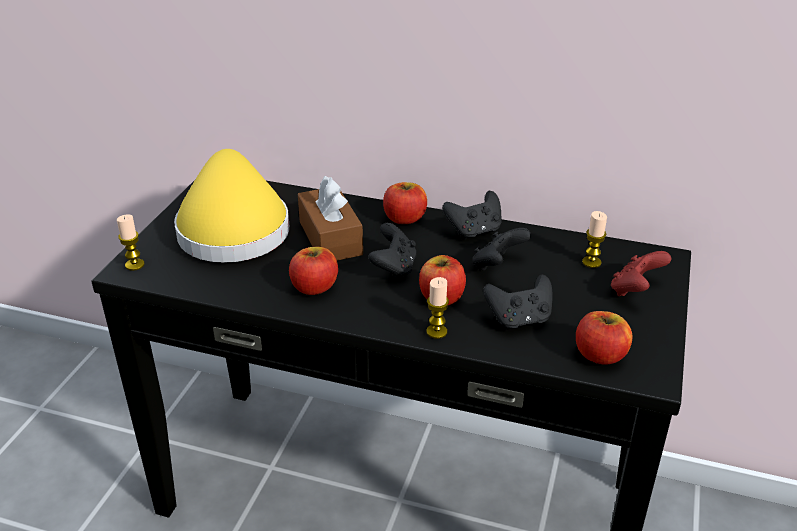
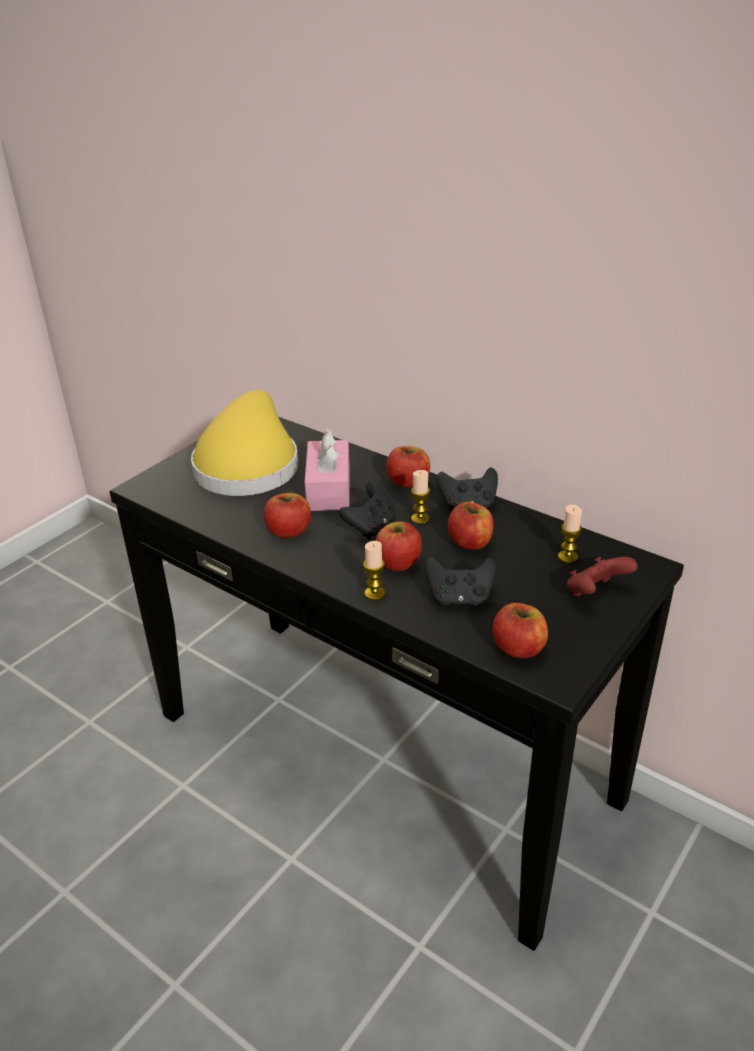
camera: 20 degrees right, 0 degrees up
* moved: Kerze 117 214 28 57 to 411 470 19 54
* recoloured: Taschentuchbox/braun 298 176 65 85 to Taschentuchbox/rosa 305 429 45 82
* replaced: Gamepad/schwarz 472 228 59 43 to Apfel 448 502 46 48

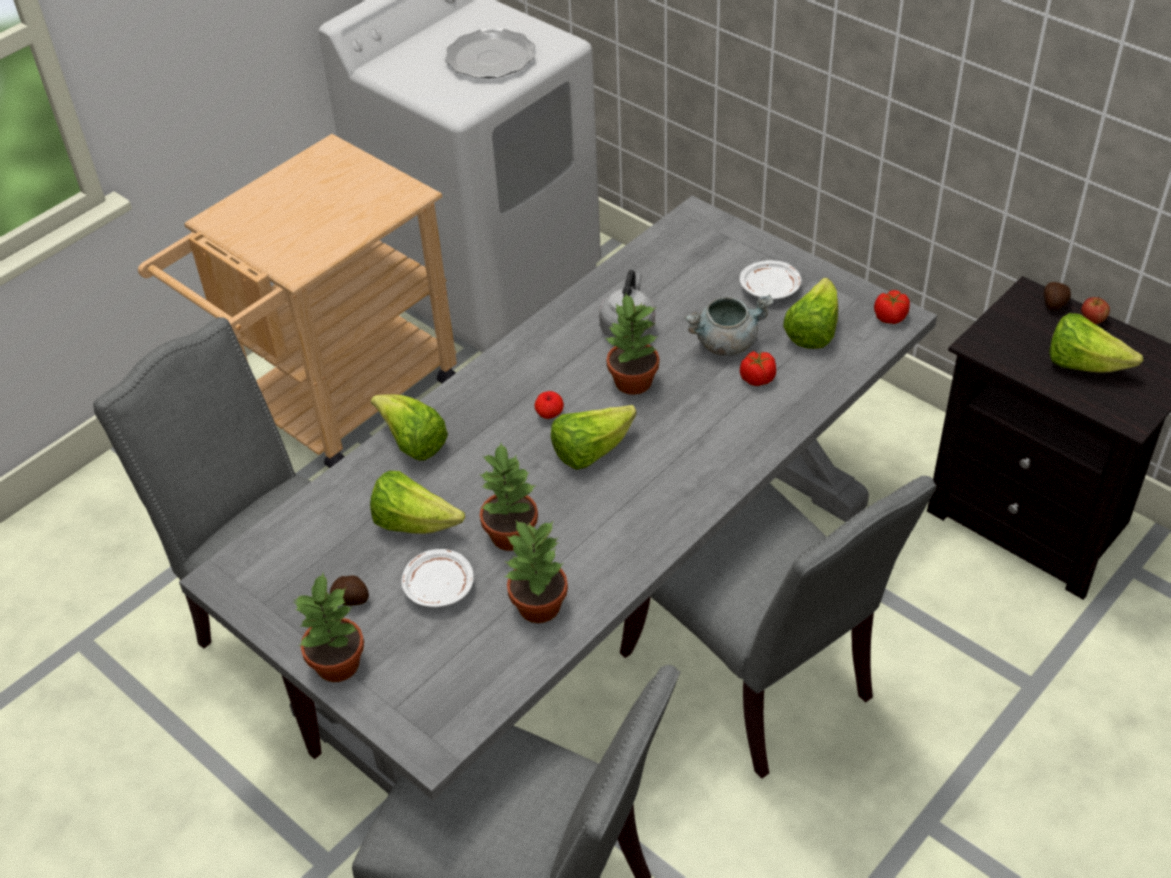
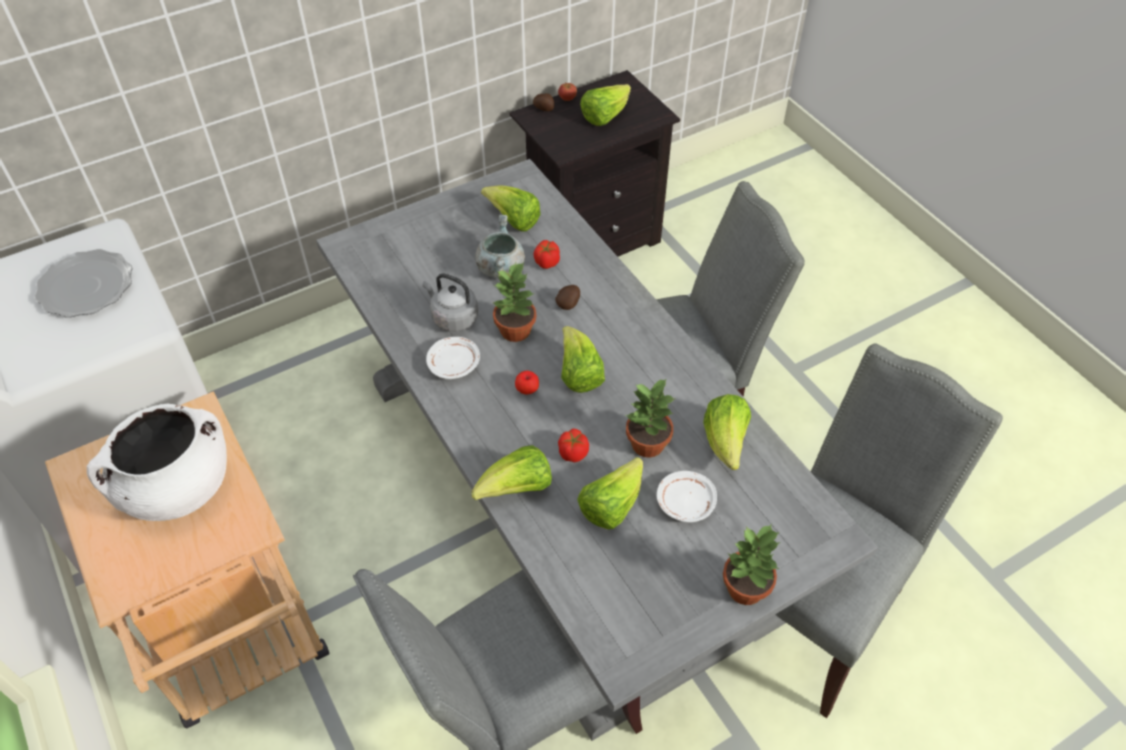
camera: 75 degrees left, 5 degrees up
* moved: Kartoffel 330 575 39 31 to 555 285 25 25
* replaced: Topfpflanze 504 521 64 102 to Salatkopf 703 394 48 76
* moved: Teller/weiß 740 260 61 39 to 426 337 54 42
* moved: Tomate 874 290 36 34 to 558 429 31 34
* added: Kochtopf/weiß 87 404 140 117

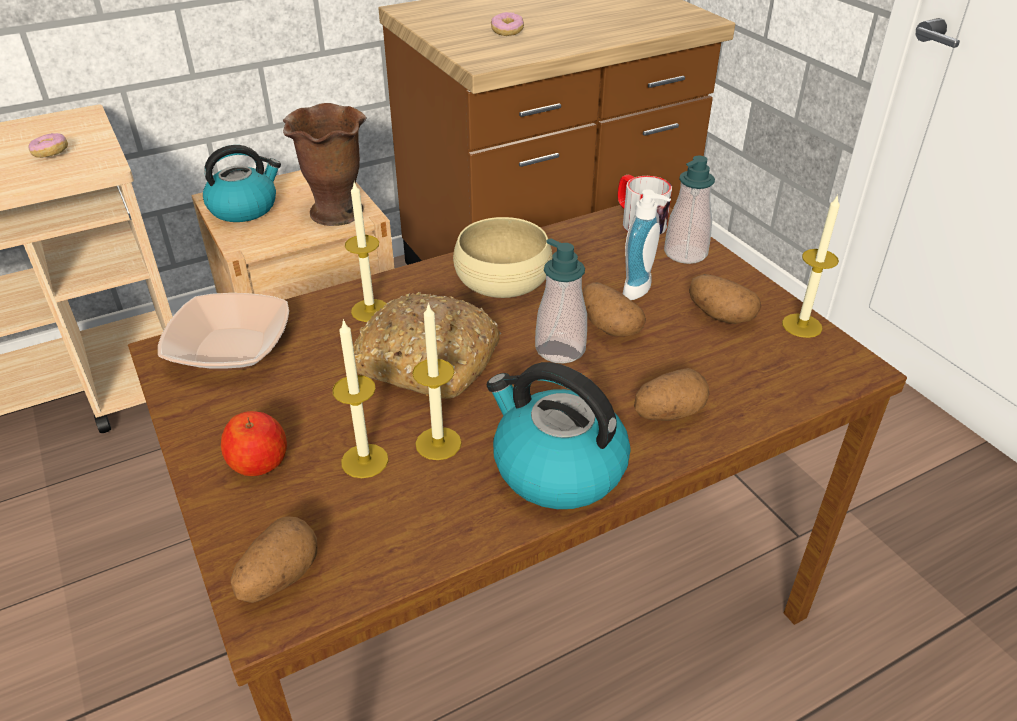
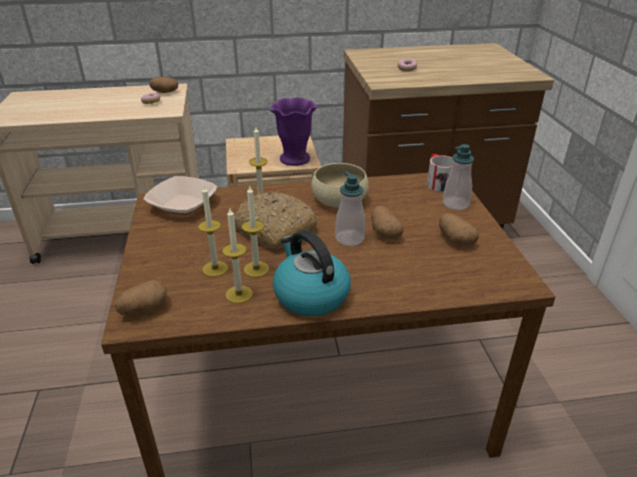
camera: 20 degrees right, 5 degrees down
* removed: Wasserkessel 203 145 78 77
* removed: Apfel 221 411 66 65
* recoloured: Vase/braun 283 103 84 123 to Vase/lila 270 97 47 69
* removed: Seifenspender 623 189 48 111
* moved: Kartoffel 634 368 75 53 to 149 77 29 16
* moved: Kerze 782 194 58 144 to 222 208 31 95

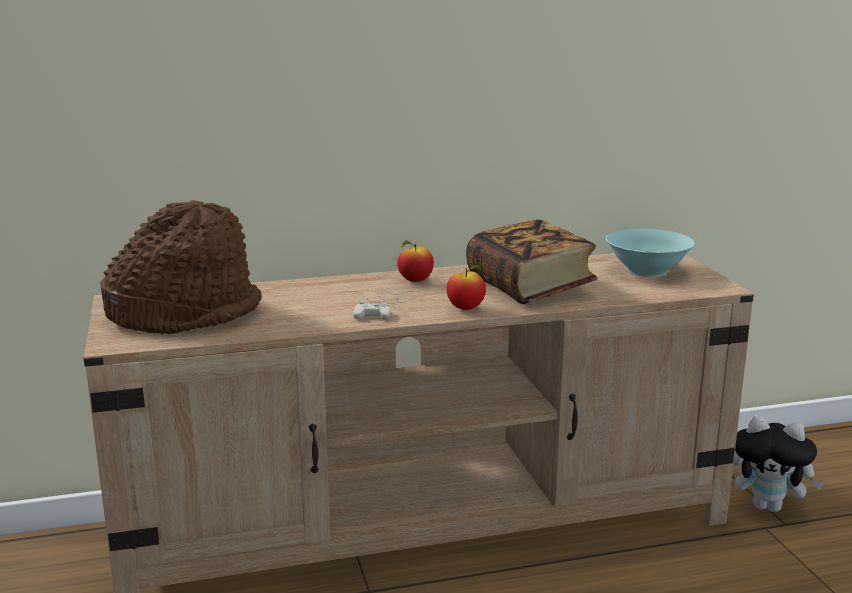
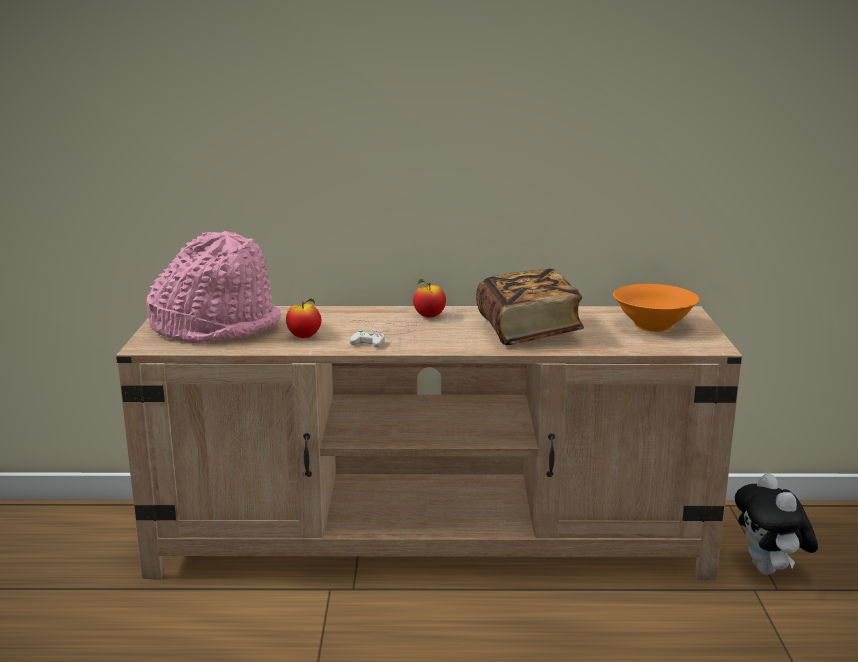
camera: 15 degrees right, 0 degrees up
* recoloured: Hut/braun 100 200 162 134 to Hut/rosa 146 231 135 112
* moved: Apfel 447 265 39 45 to 286 299 36 39
* recoloured: Schüssel/türkis 606 228 89 49 to Schüssel/orange 613 284 86 48
* turned: Plüschtier 733 416 92 96 = 735 473 83 102 45 degrees clockwise

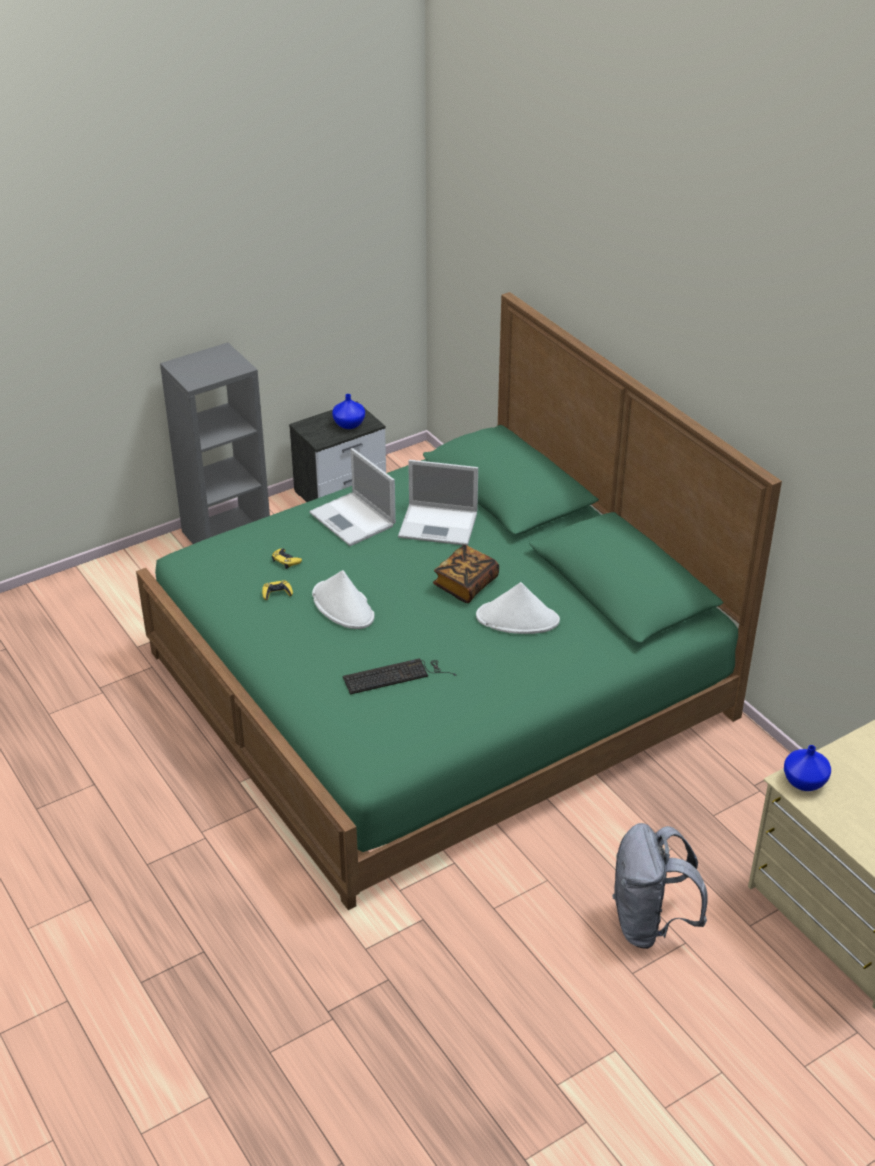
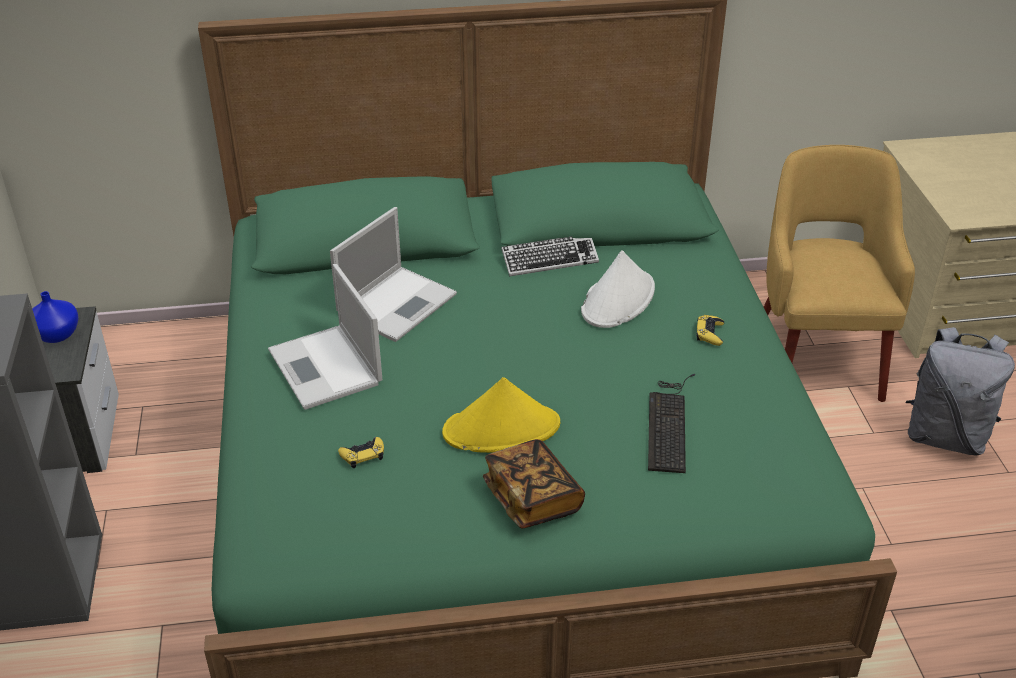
camera: 65 degrees left, 0 degrees up
* moved: Gamepad/gelb 262 580 31 20 to 696 315 28 31
* turned: Laptop 309 448 87 98 = 268 264 114 146 75 degrees clockwise
* recoloured: Hut/weiß 312 570 62 59 to Hut/gelb 442 377 118 76
* moved: Buch 433 545 66 58 to 483 439 102 90
* removed: Vase/blau 784 745 47 46
* added: Tastatur 501 237 98 40
* added: Sessel/gelb 764 145 151 257

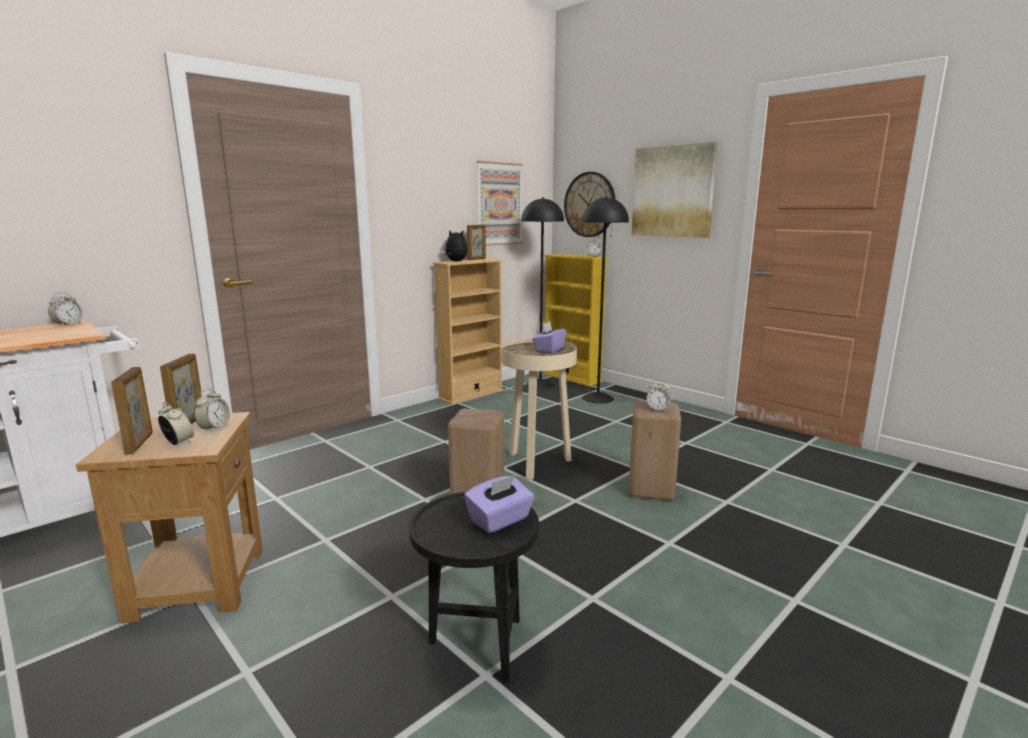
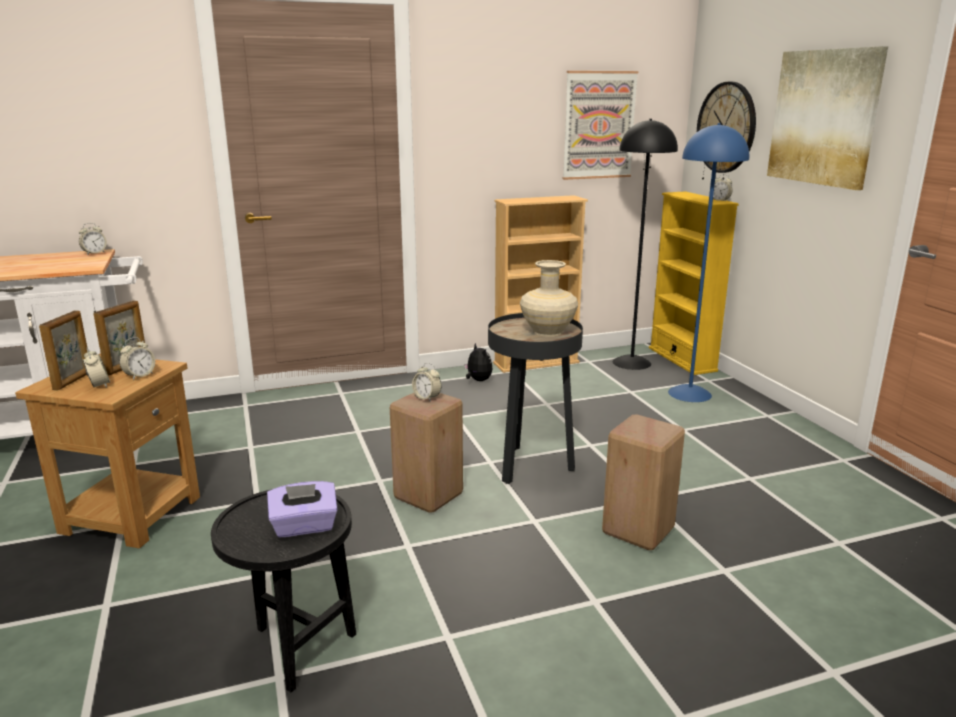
camera: 25 degrees right, 5 degrees up
* moved: Plüschtier 441 231 27 30 to 464 343 29 38
* removed: Bilderrahmen 467 225 19 35
* recoloured: Beistelltisch/beige 501 339 76 141 to Beistelltisch/schwarz 488 313 95 171
* replaced: Taschentuchbox/lila 532 321 34 33 to Vase/beige 520 260 58 77
* recoloured: Stehlampe/schwarz 582 196 47 208 to Stehlampe/blau 668 123 81 279
* moved: Wecker 647 379 24 31 to 412 363 29 39

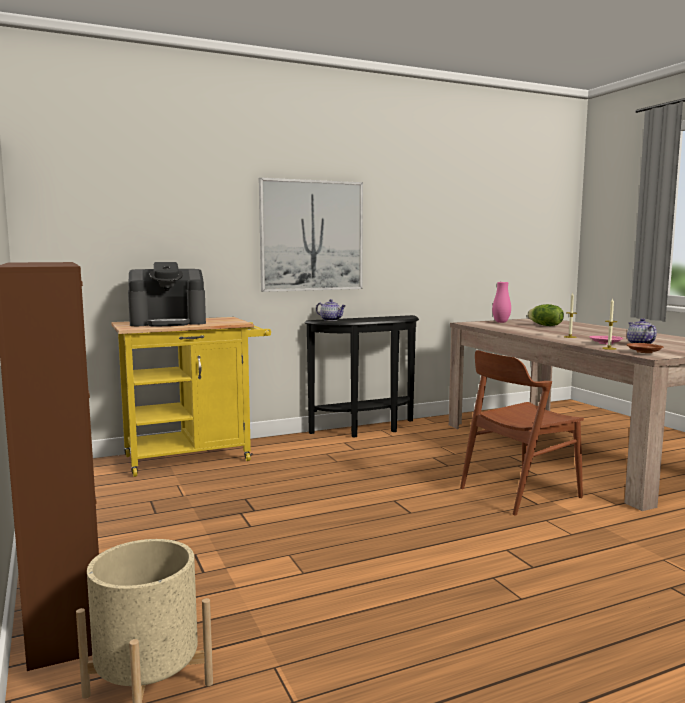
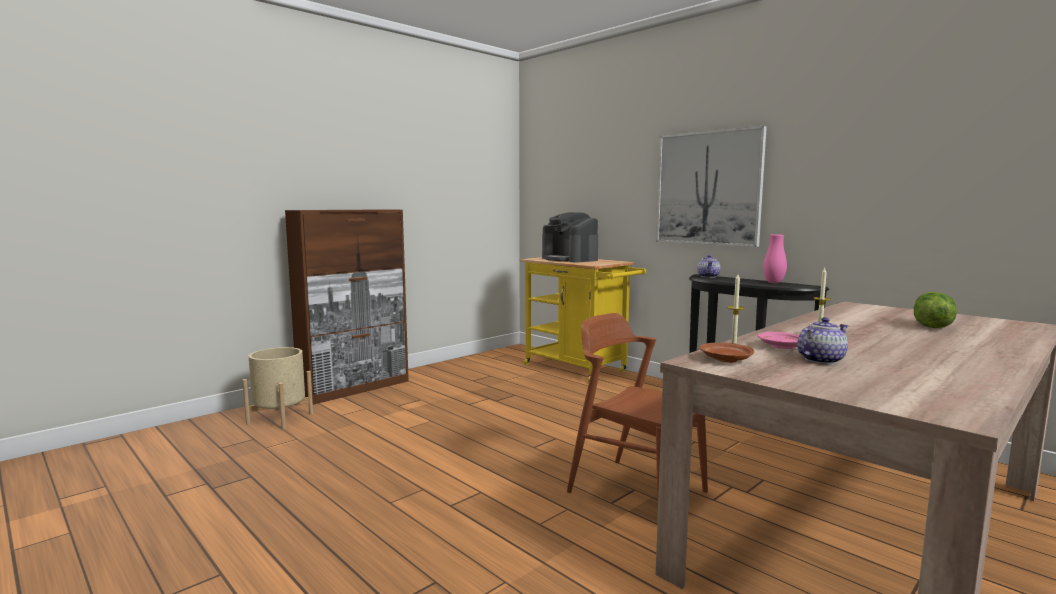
camera: 70 degrees right, 0 degrees up
* moved: Vase/rosa 492 282 19 41 to 763 234 24 49

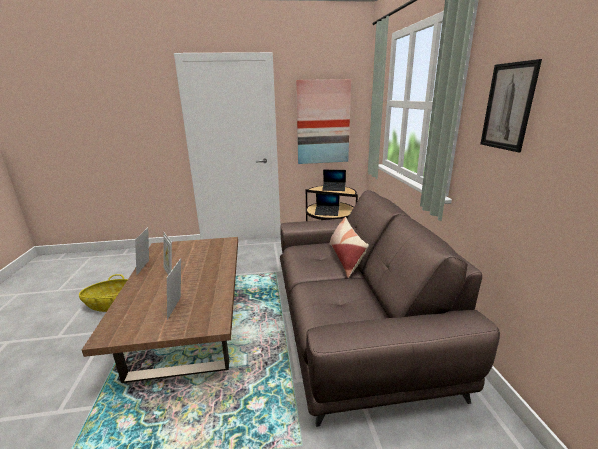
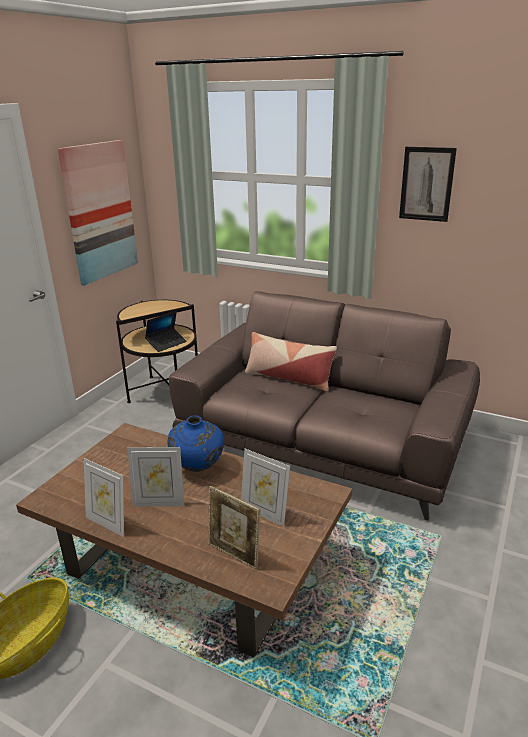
camera: 55 degrees left, 5 degrees up
* removed: Laptop 322 170 24 21
* added: Vase/blau 167 415 57 57
* added: Bilderrahmen 209 486 52 84

